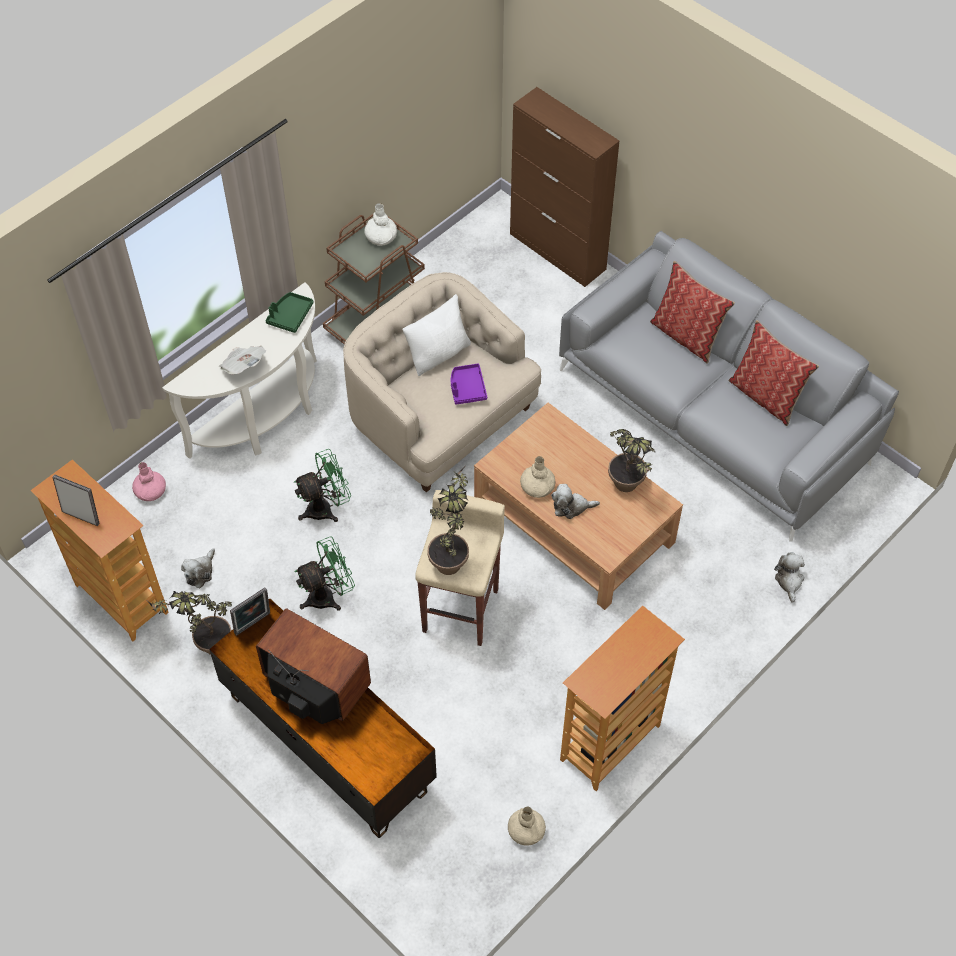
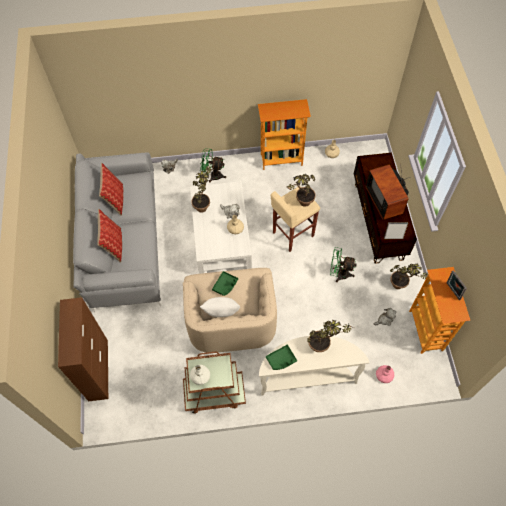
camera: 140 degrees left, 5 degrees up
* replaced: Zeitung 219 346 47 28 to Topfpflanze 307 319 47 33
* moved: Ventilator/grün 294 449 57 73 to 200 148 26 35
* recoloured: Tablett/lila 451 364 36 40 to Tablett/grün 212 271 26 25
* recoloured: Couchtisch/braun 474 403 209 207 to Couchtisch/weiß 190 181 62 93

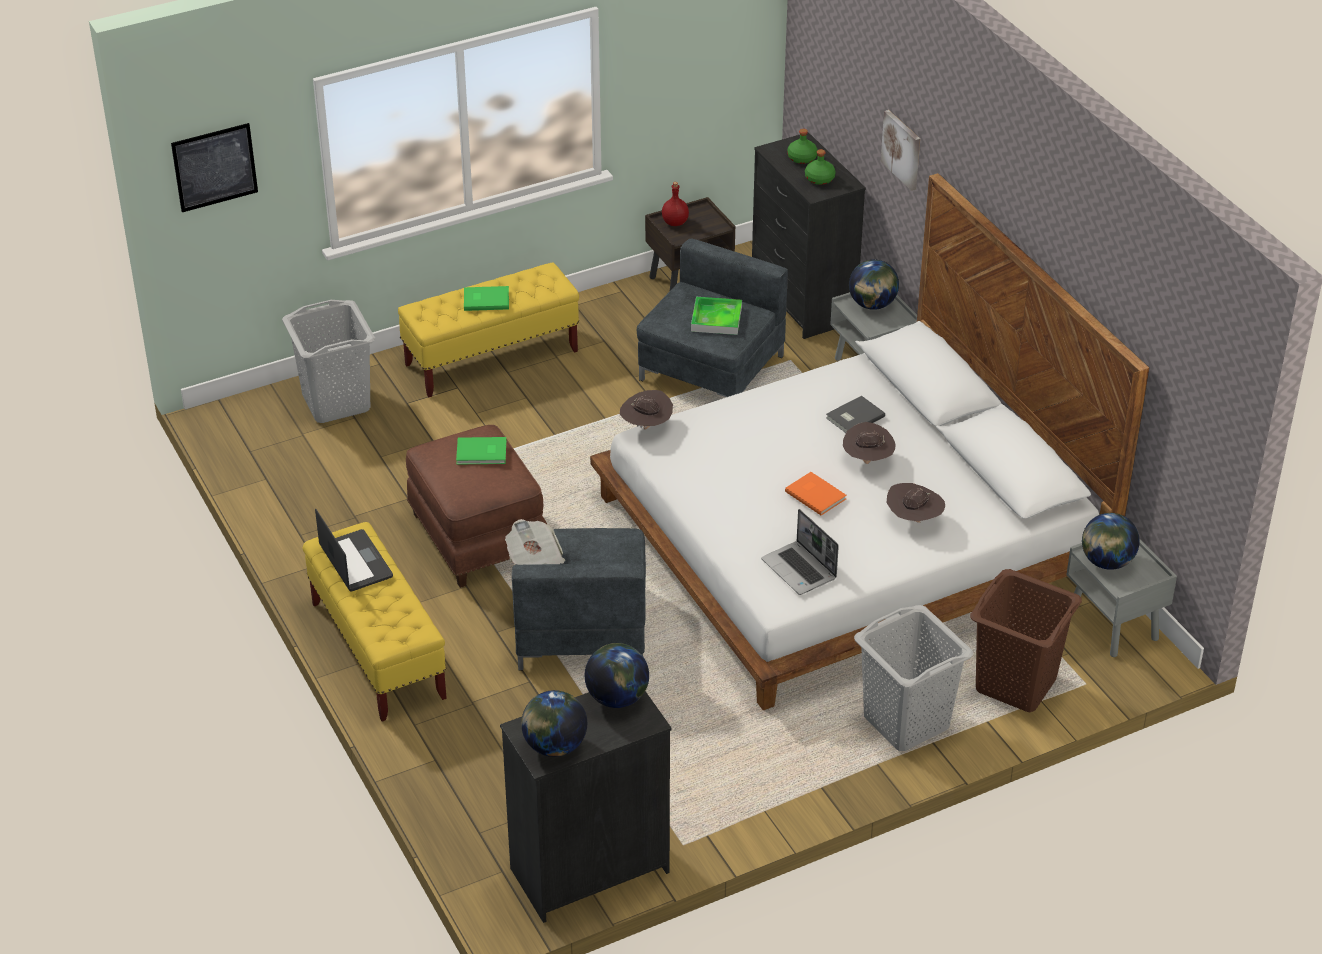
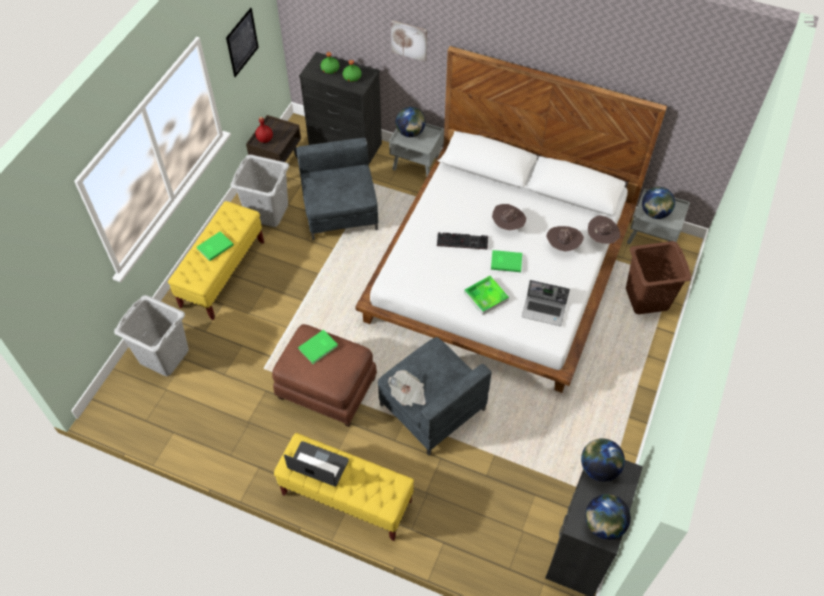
camera: 40 degrees left, 15 degrees up
* moved: Bild 171 123 87 89 to 226 8 33 69
* moved: Hut/braun 620 390 53 40 to 588 215 32 29
* moved: Tablett 691 297 51 38 to 464 276 45 39
* recoloured: Buch/orange 785 472 62 43 to Buch/grün 491 250 31 22
* removed: Buch/grau 826 396 59 37
* moved: Wäschekorb/grau 854 605 119 146 to 230 154 59 73
* added: Tastatur 437 232 51 18

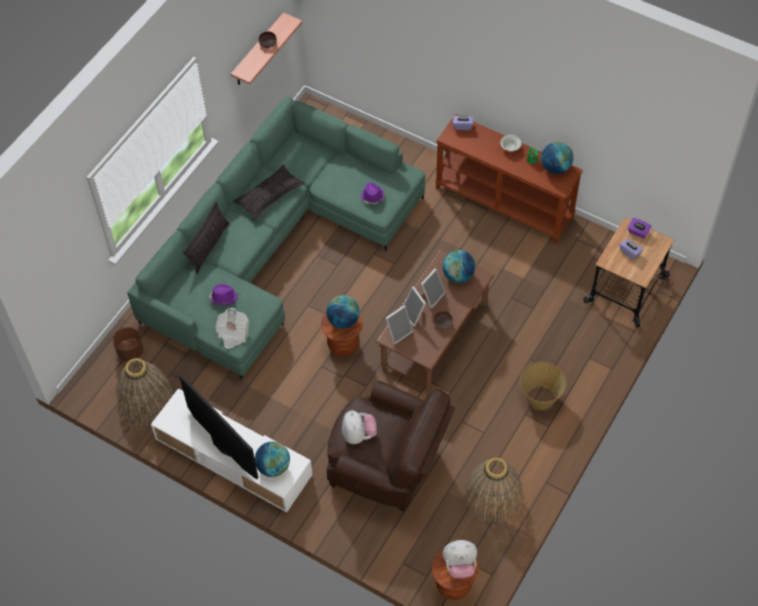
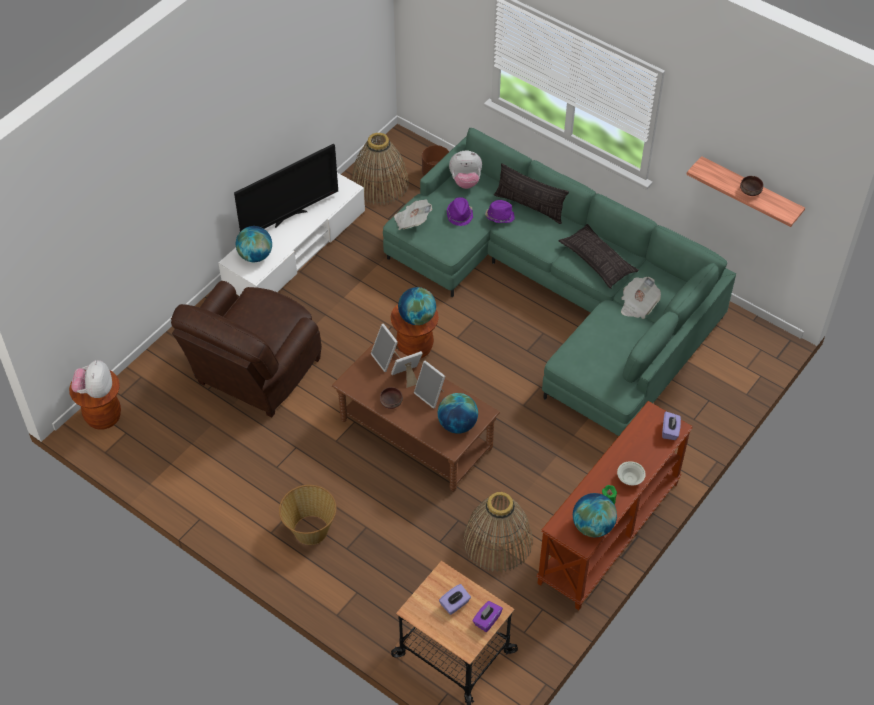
camera: 95 degrees right, 5 degrees down
* moved: Plüschtier 342 411 35 33 to 449 150 33 39
* moved: Hut/lila 361 182 24 22 to 485 200 30 23
* moved: Korb 464 458 59 64 to 463 492 70 80
* added: Zeitung 621 277 40 42

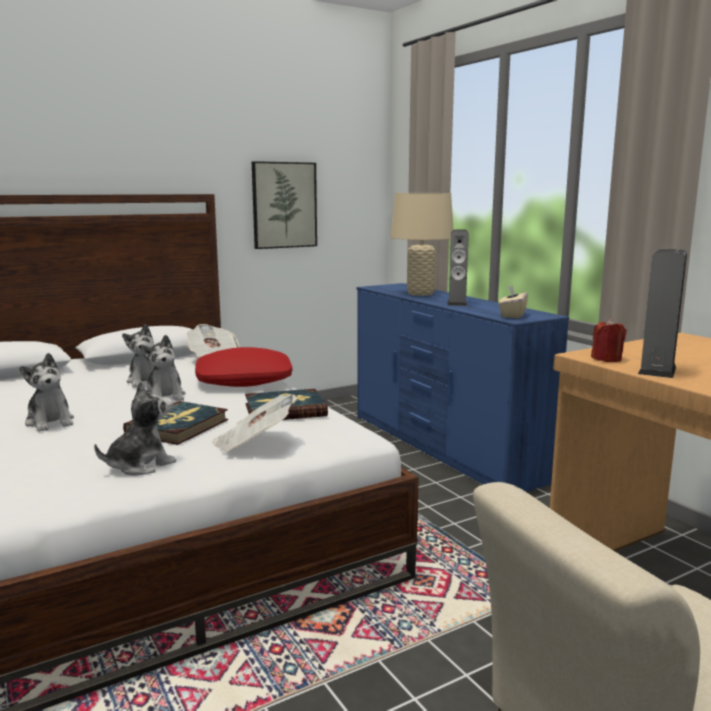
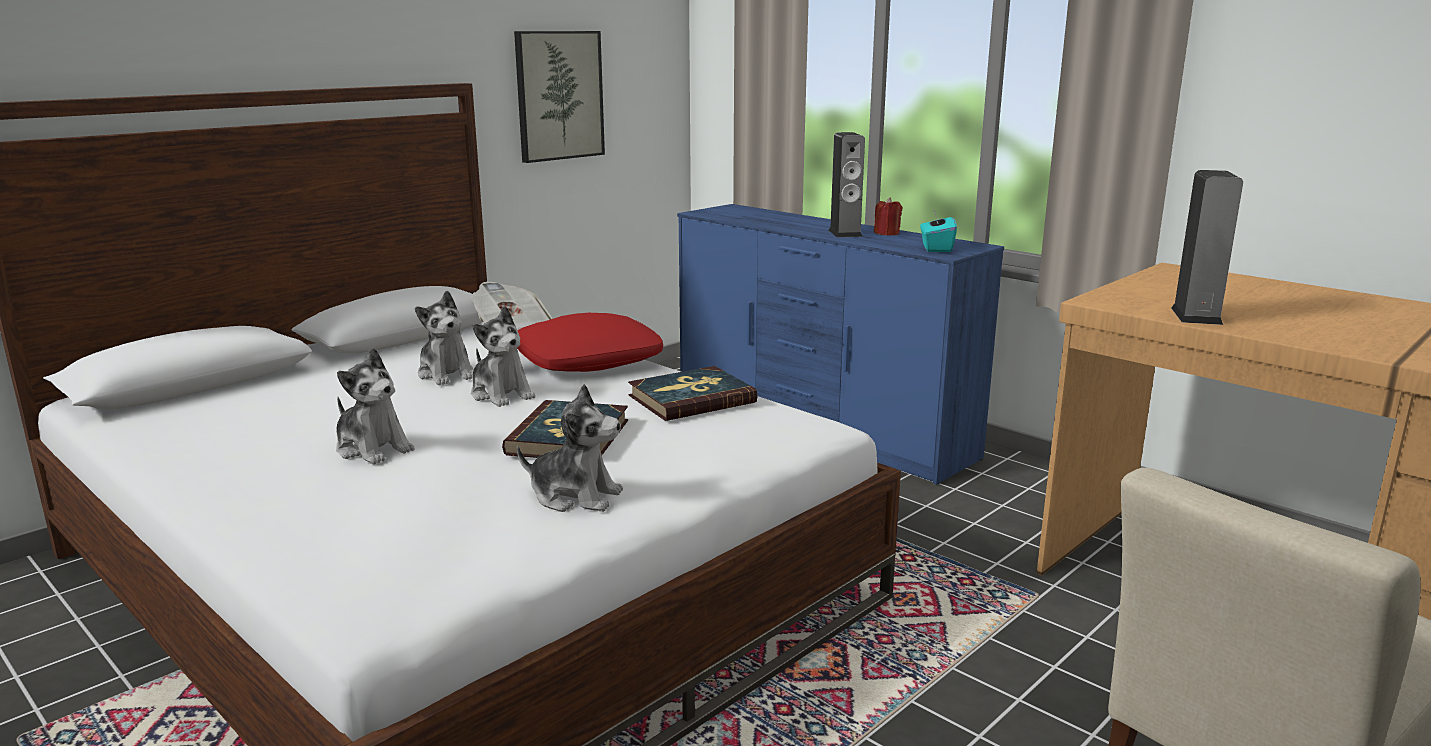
camera: 15 degrees left, 5 degrees up
* turned: Plüschtier 94 381 82 94 = 517 384 106 128 75 degrees clockwise
* removed: Zeitung 212 394 85 59
* removed: Tischlampe/beige 390 193 64 103
* recoloured: Taschentuchbox/beige 499 285 29 33 to Taschentuchbox/türkis 920 210 37 42
* moved: Kerze/rot 591 318 35 44 to 874 197 28 39

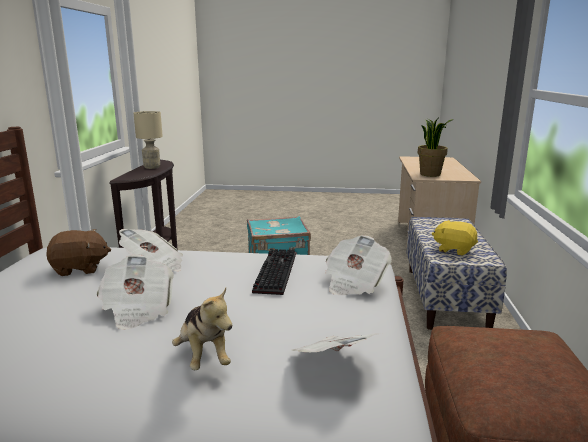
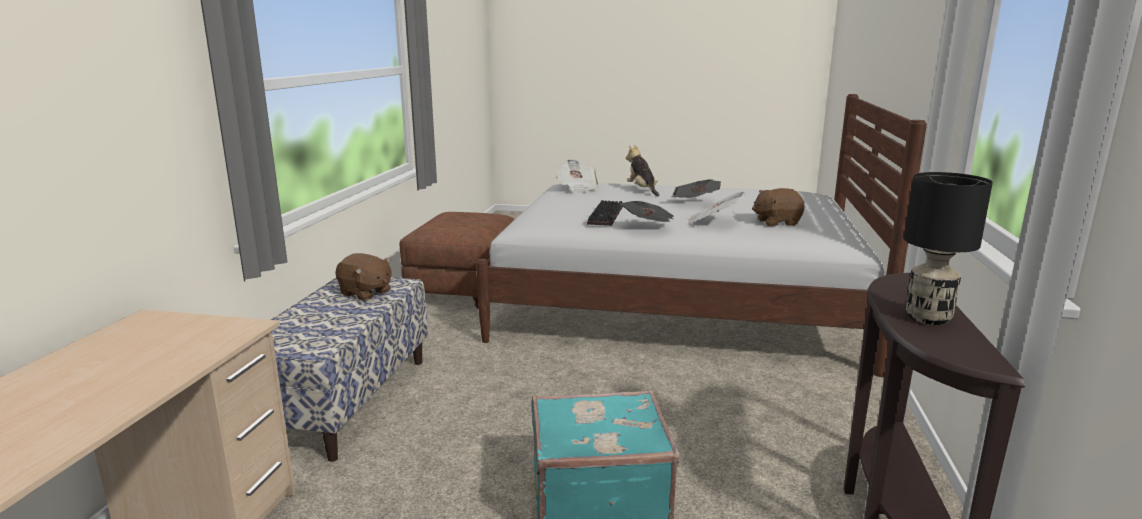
camera: 175 degrees left, 0 degrees up
* recoloured: Tischlampe/beige 134 111 29 58 to Tischlampe/schwarz 904 172 89 153
* moved: Zeitung 325 235 67 60 to 619 201 54 21
* removed: Topfpflanze 418 117 36 60
* recoloured: Plüschtier/gelb 432 220 46 36 to Plüschtier/braun 335 253 57 47

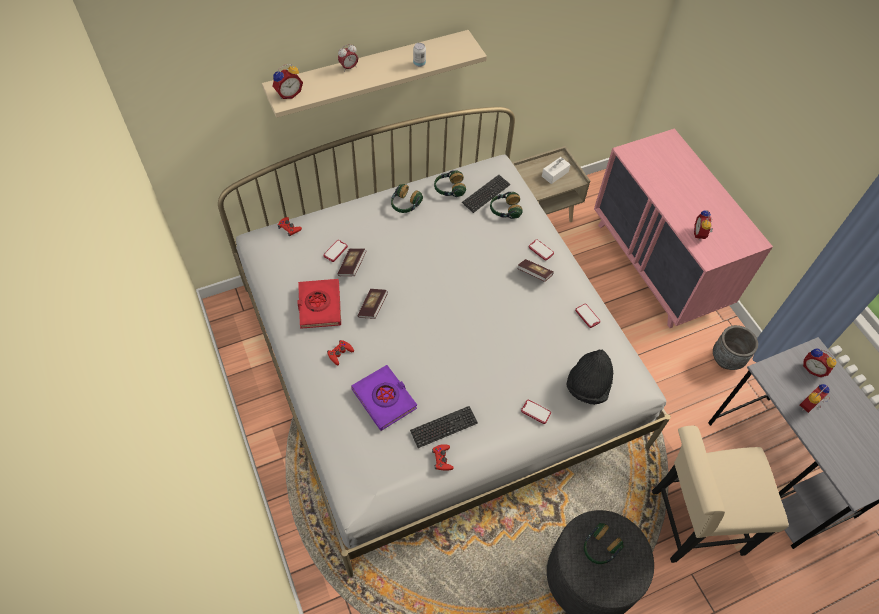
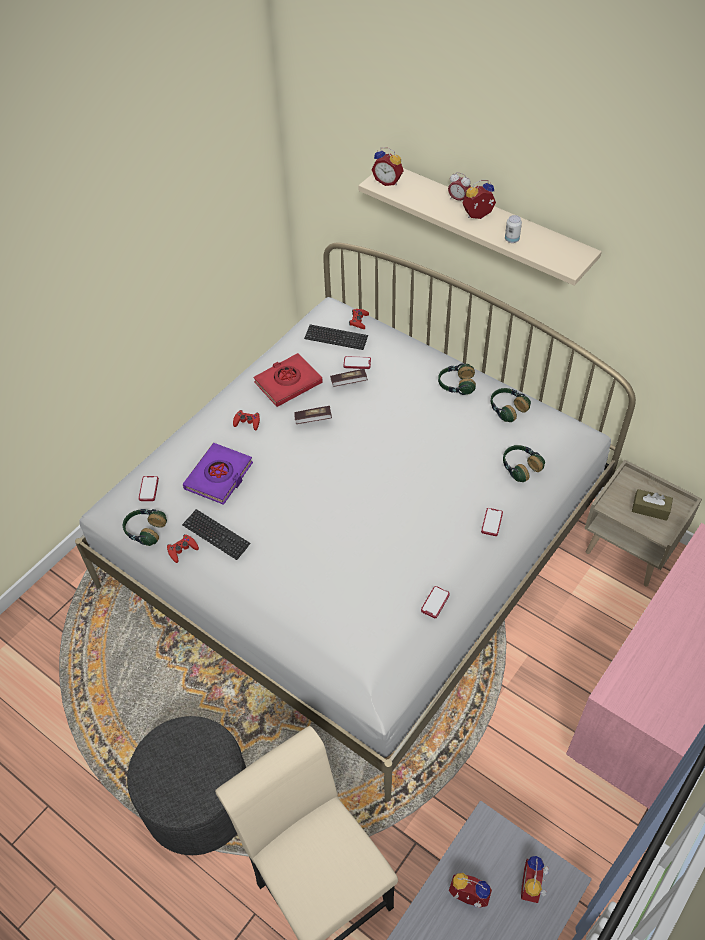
camera: 65 degrees right, 5 degrees down
* moved: Tastatur 462 175 48 38 to 304 325 64 25
* removed: Buch 517 259 37 23
* moved: Handy 521 400 30 24 to 138 476 21 25
* recoloured: Taschentuchbox/weiß 542 157 29 27 to Taschentuchbox/braun 632 489 41 32
* removed: Hut/schwarz 567 350 46 55
* moved: Kopfhörer 584 523 40 41 to 123 509 44 37
* moved: Wecker 694 210 19 30 to 462 180 34 39
* removed: Pflanzkübel/grau 713 325 45 45

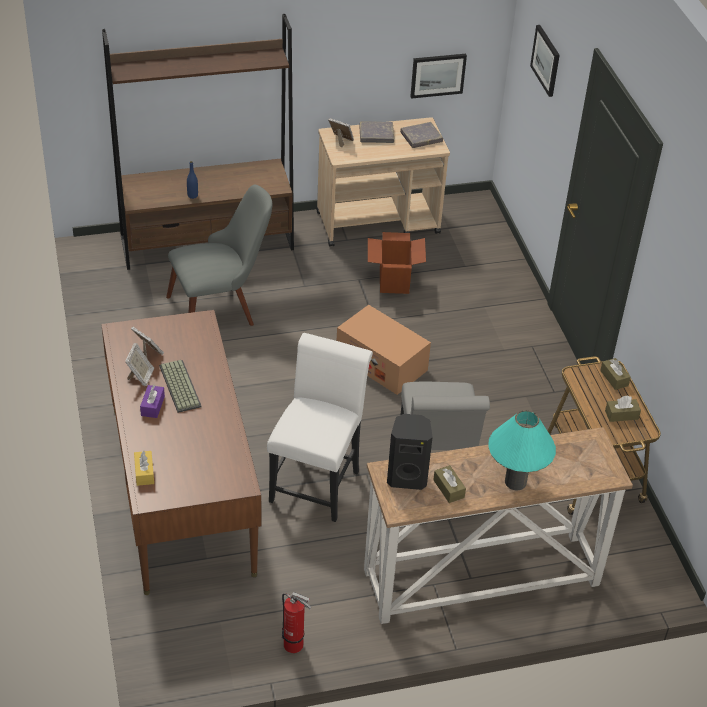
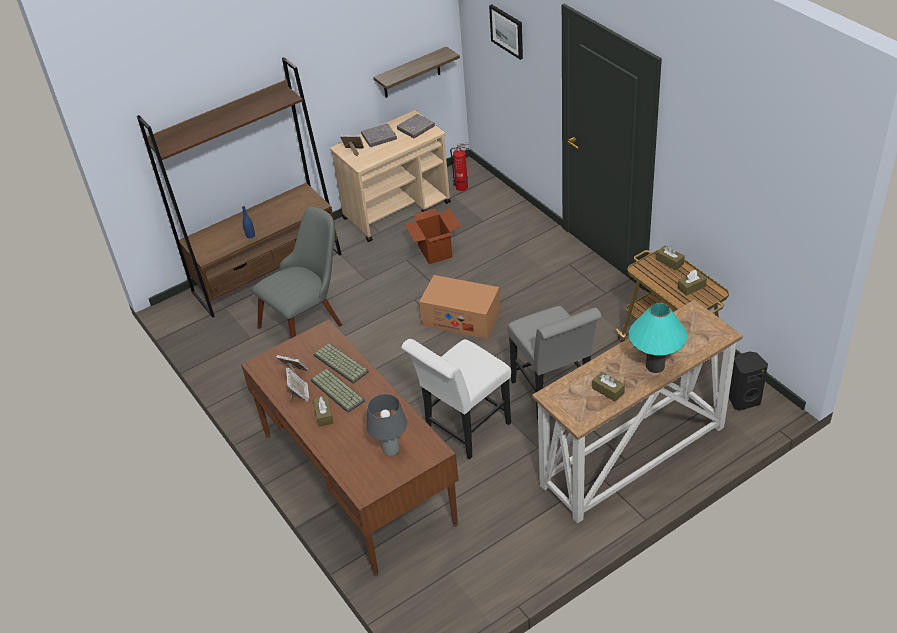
camera: 15 degrees left, 0 degrees up
* removed: Taschentuchbox/gelb 134 450 20 36
* recoloured: Taschentuchbox/lila 140 385 25 33 to Taschentuchbox/braun 313 396 21 31
* turned: Stuhl/weiß 267 333 106 189 = 401 339 110 121 135 degrees counterclockwise
* moved: Feuerlöscher 282 592 29 61 to 450 142 21 49
* moved: Lautsprecher/schwarz 387 414 46 76 to 729 351 39 60
* replaced: Bild 410 54 57 45 to Wandregal 374 46 86 52
* added: Tastatur 313 343 56 41
* added: Tischlampe/grau 367 394 40 62

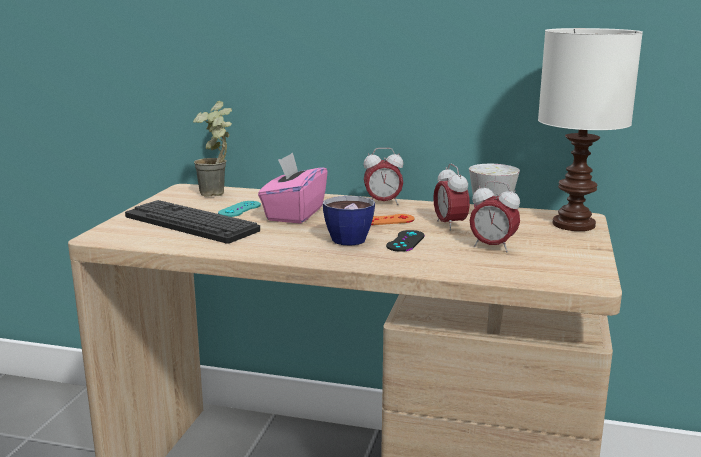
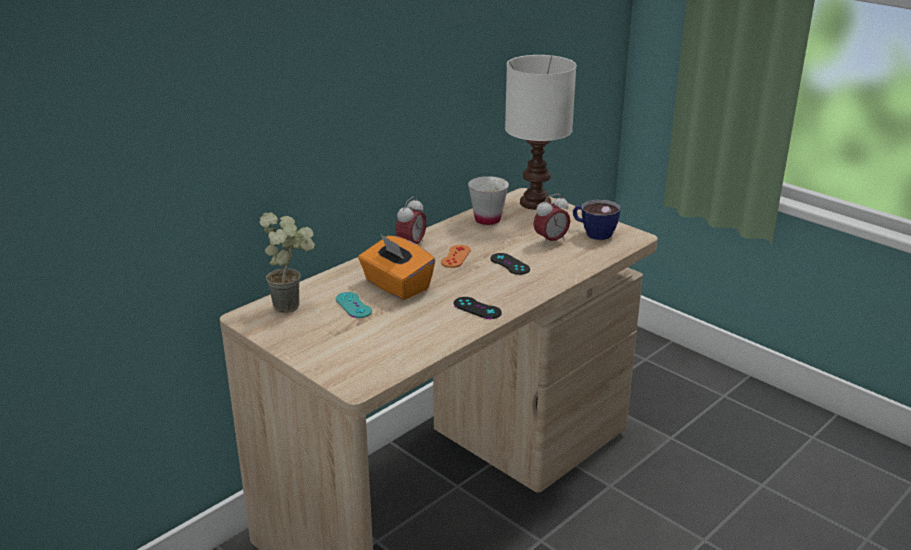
camera: 60 degrees left, 10 degrees up
* removed: Tastatur 125 200 135 44
* recoloured: Taschentuchbox/rosa 258 152 70 72 to Taschentuchbox/orange 358 235 77 65
* moved: Tasse 323 196 52 50 to 573 200 47 40
* removed: Wecker 433 164 37 67
* added: Gamepad/schwarz 454 297 48 22

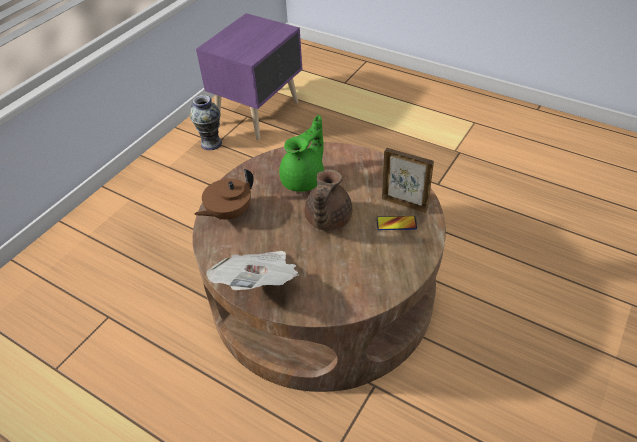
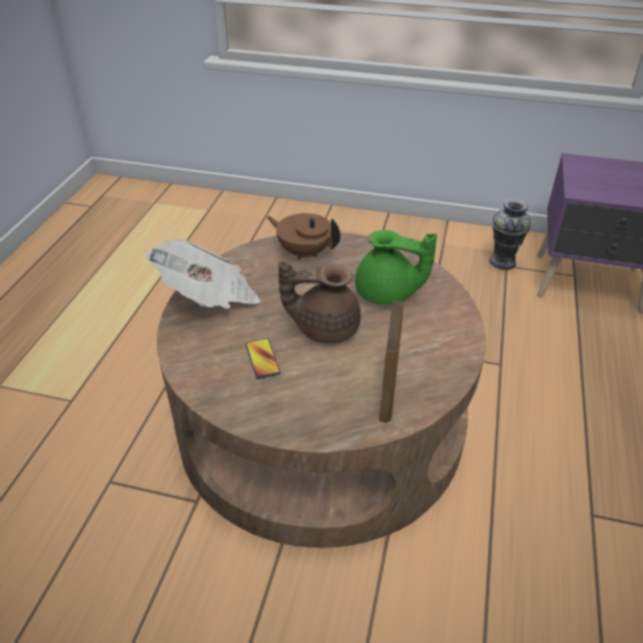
camera: 70 degrees right, 5 degrees down
* moved: Handy 377 216 40 14 to 246 338 34 41

